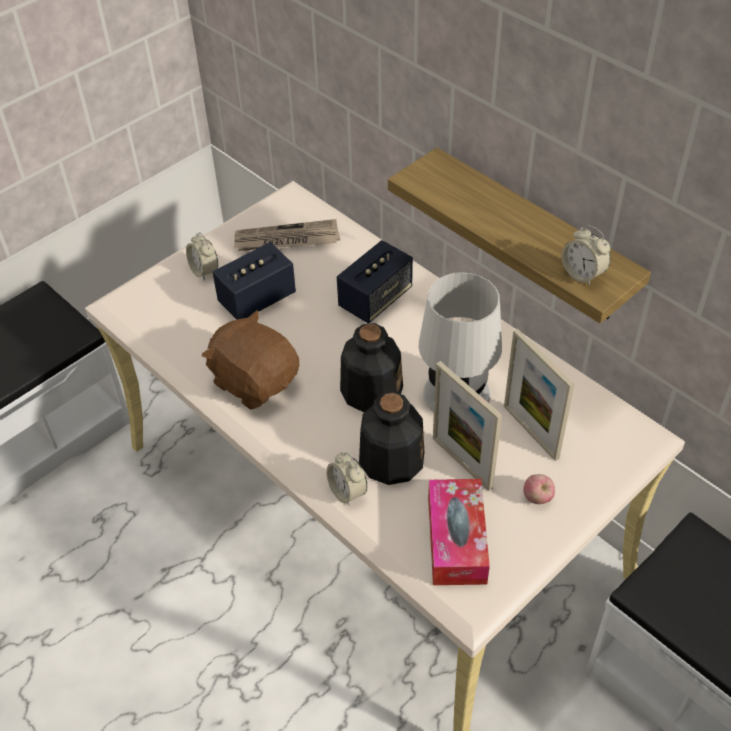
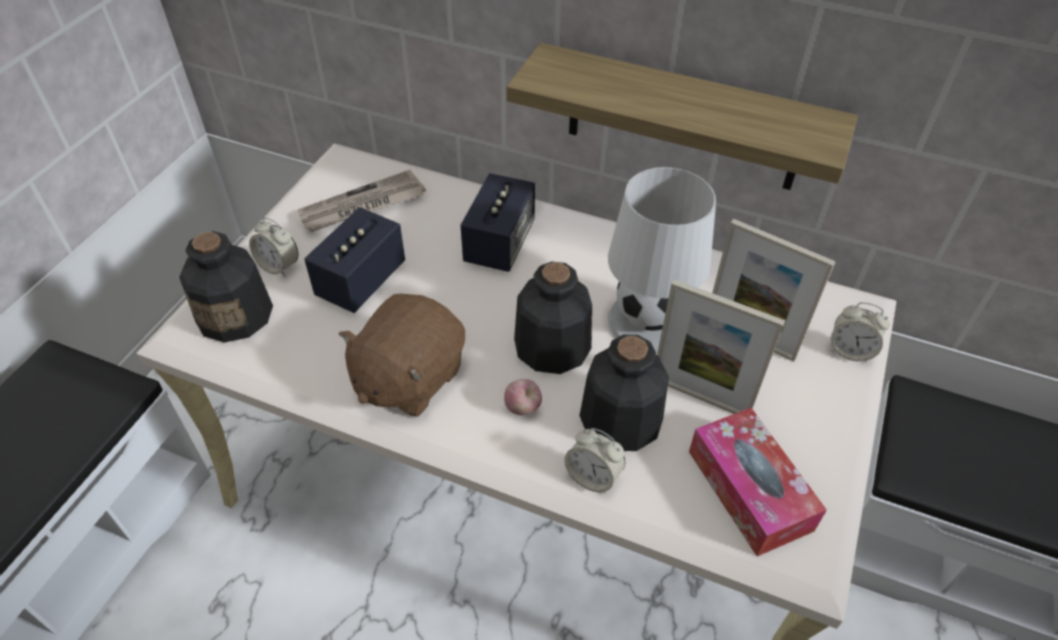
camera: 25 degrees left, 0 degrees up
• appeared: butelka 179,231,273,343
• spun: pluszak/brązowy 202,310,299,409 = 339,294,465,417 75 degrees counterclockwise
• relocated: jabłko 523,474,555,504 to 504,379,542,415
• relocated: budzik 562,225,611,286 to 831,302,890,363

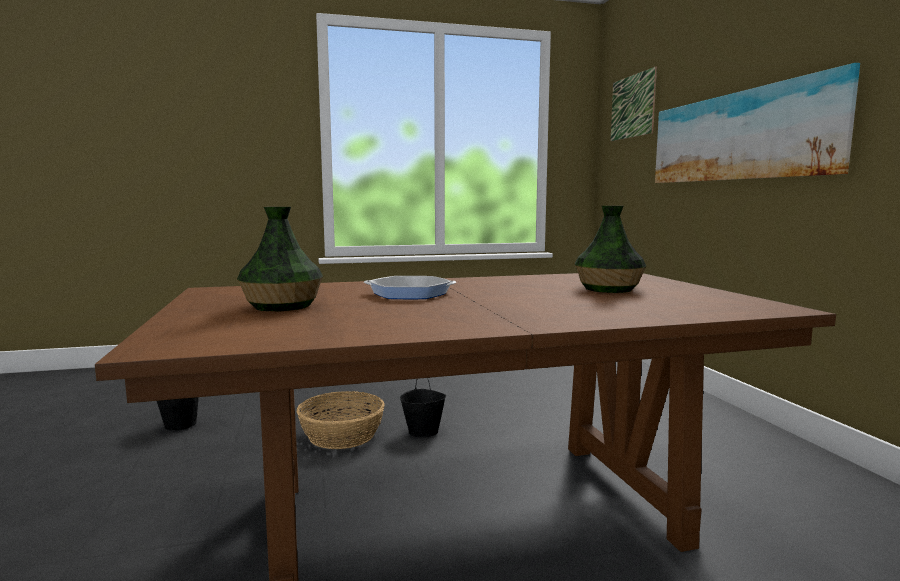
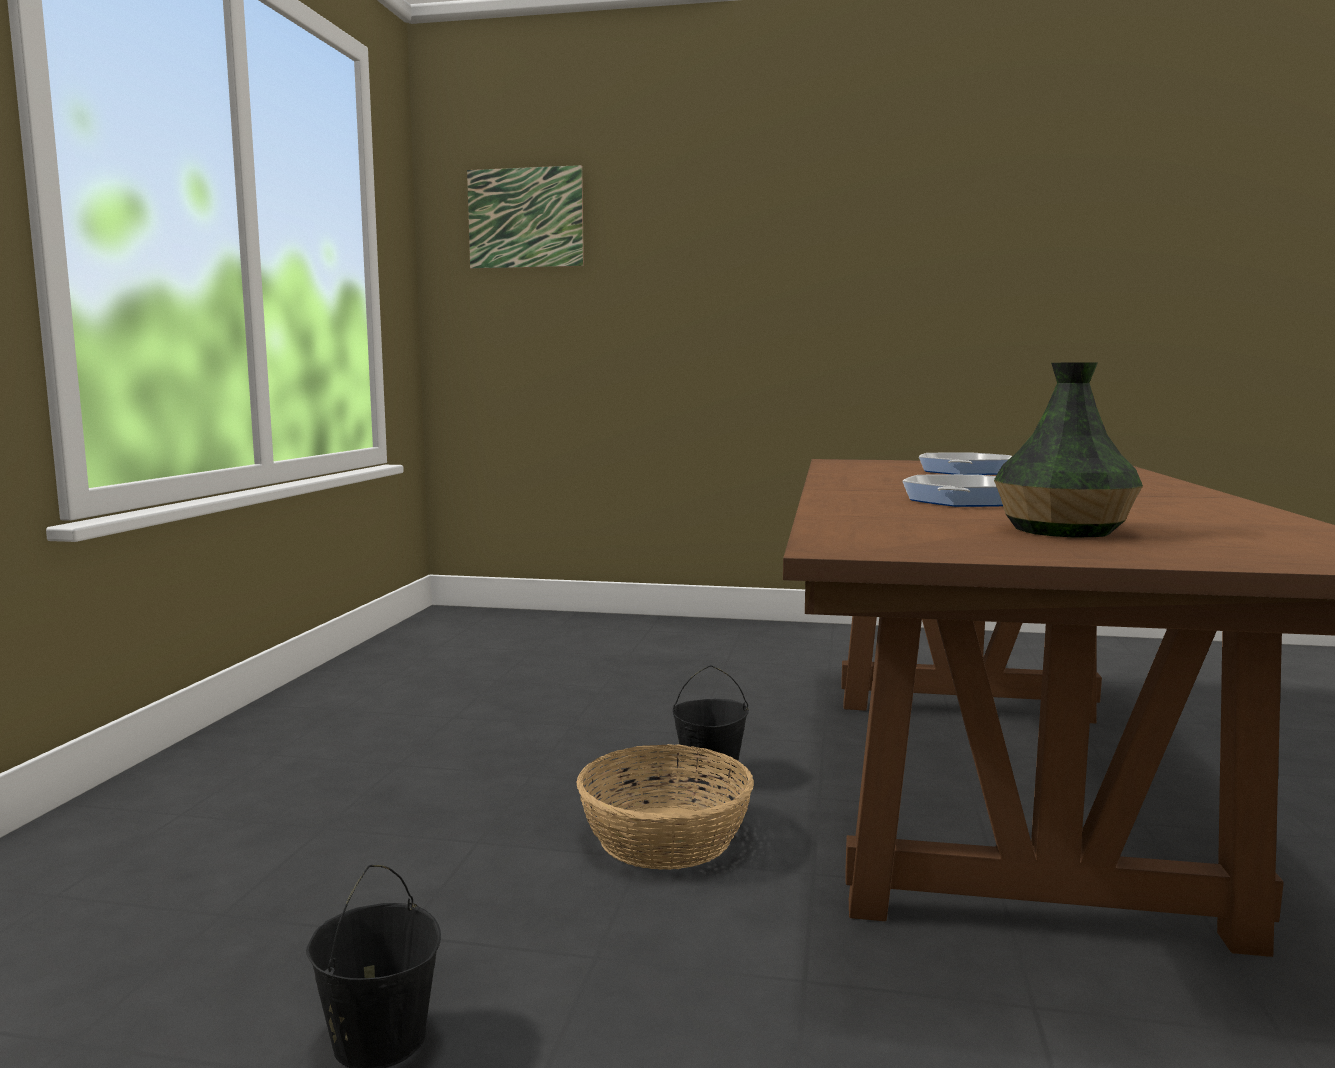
camera: 65 degrees left, 0 degrees up
• exchanged: wazon 575,206,646,293 to patelnia 919,452,1012,475
• missing: obraz 655,63,860,183

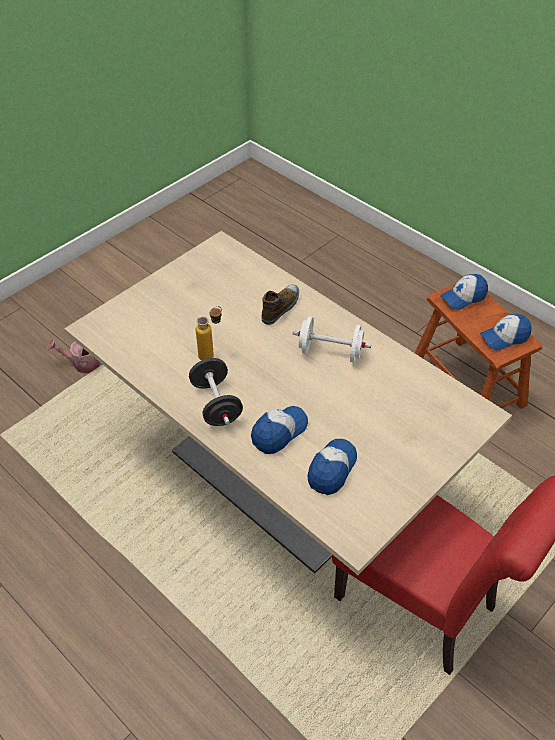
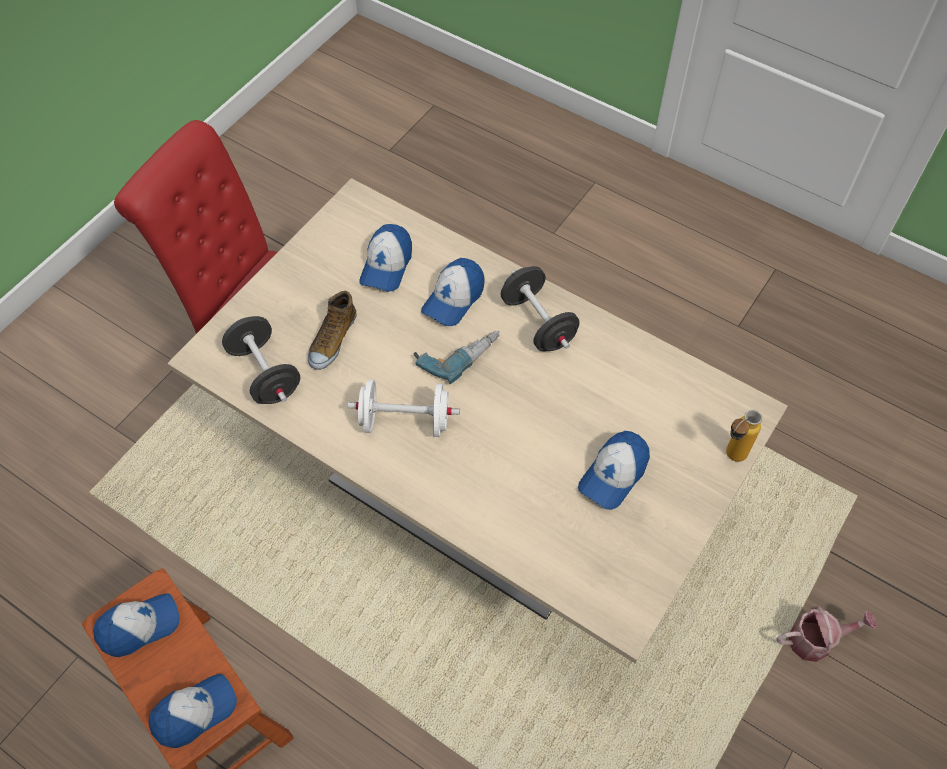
camera: 170 degrees right, 10 degrees up
• appeared: hantel/czarny 222,316,300,404
• relocated: but 261,284,299,325 to 308,291,357,370
• appeared: wiertarka 414,331,500,384
• appeared: czapka z daszkiem 578,431,650,510
• relocated: butelka 196,306,222,361 to 726,409,762,462

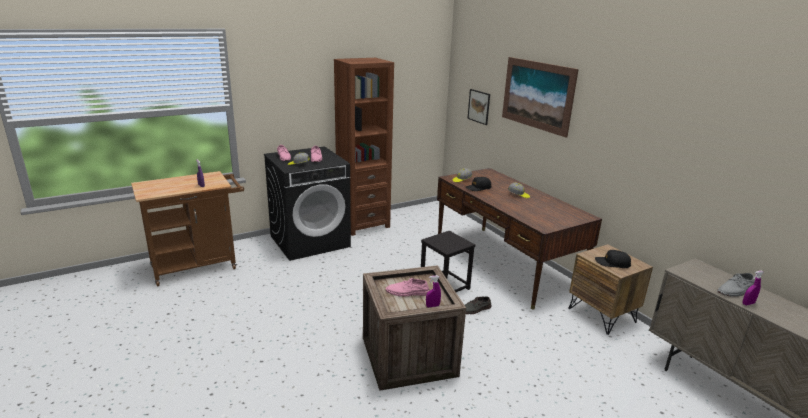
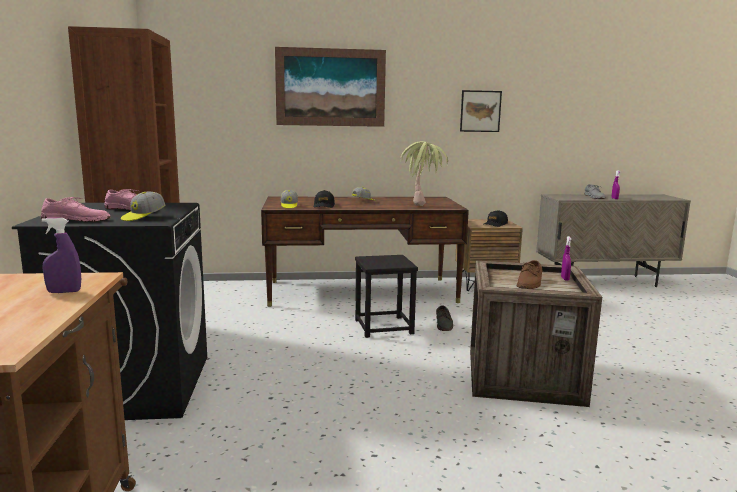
camera: 65 degrees left, 10 degrees down
• appeared: roślina doniczkowa 400,141,448,206
• relocated: obraz 467,89,490,125 to 460,90,502,132
• colour: but/różowy 386,278,430,297 to but/brązowy 517,260,542,289

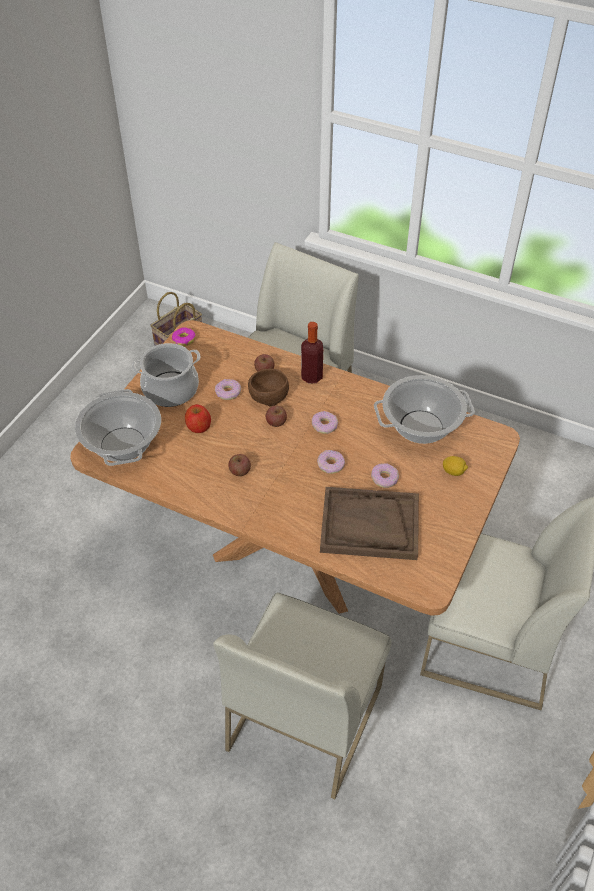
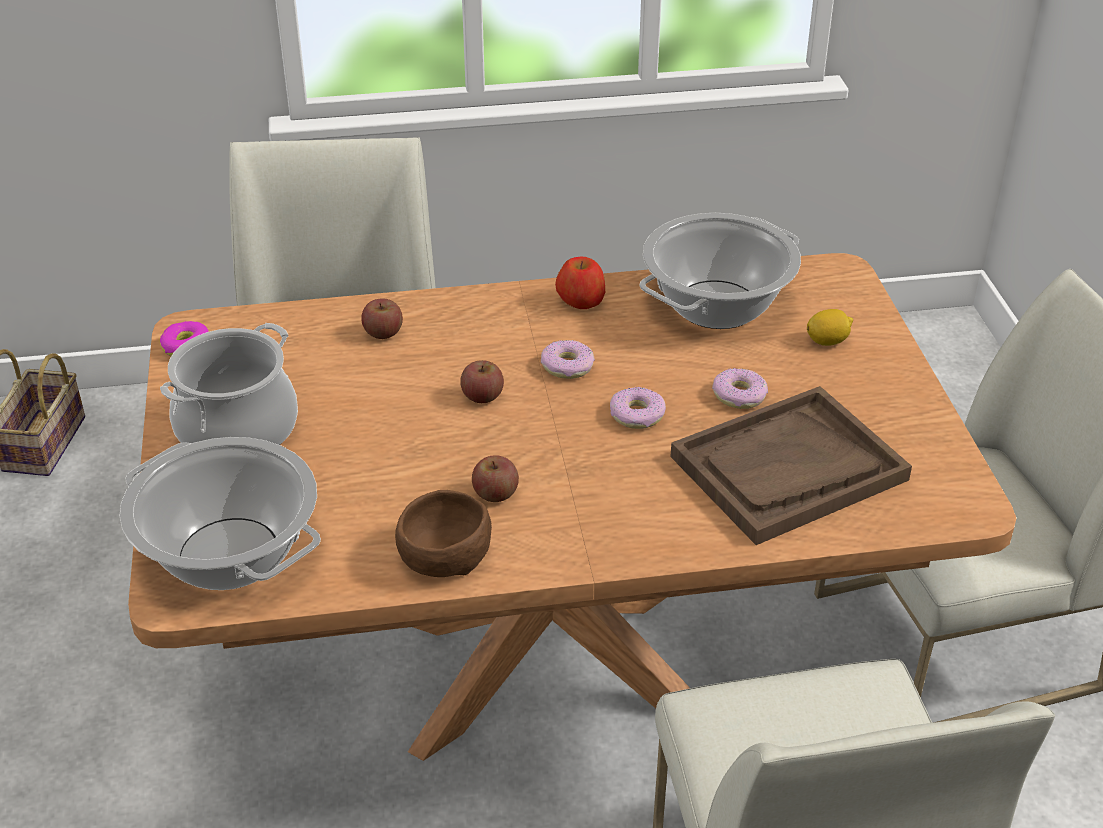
camera: 35 degrees left, 10 degrees down
• relocated: miska/brązowy 248,369,289,406 to 395,490,492,577
• relocated: jabłko 185,404,211,433 to 555,257,605,309
• missing: donut 215,379,241,400
• missing: butelka 301,322,323,384

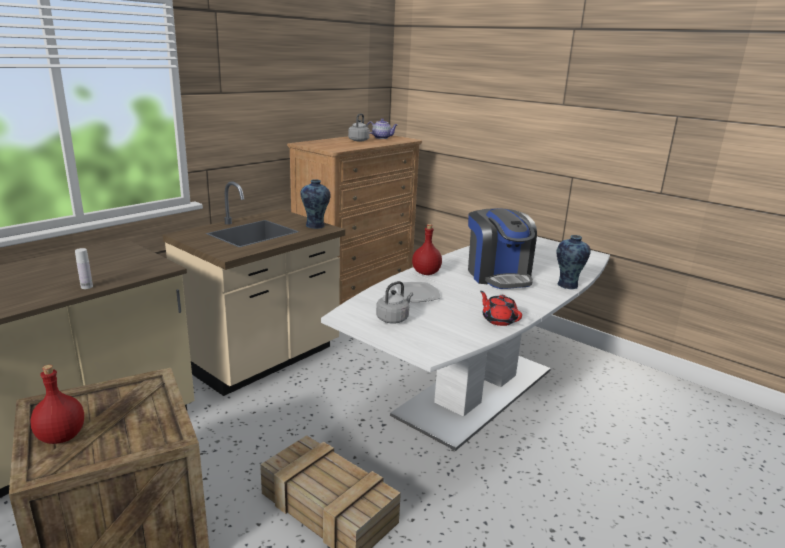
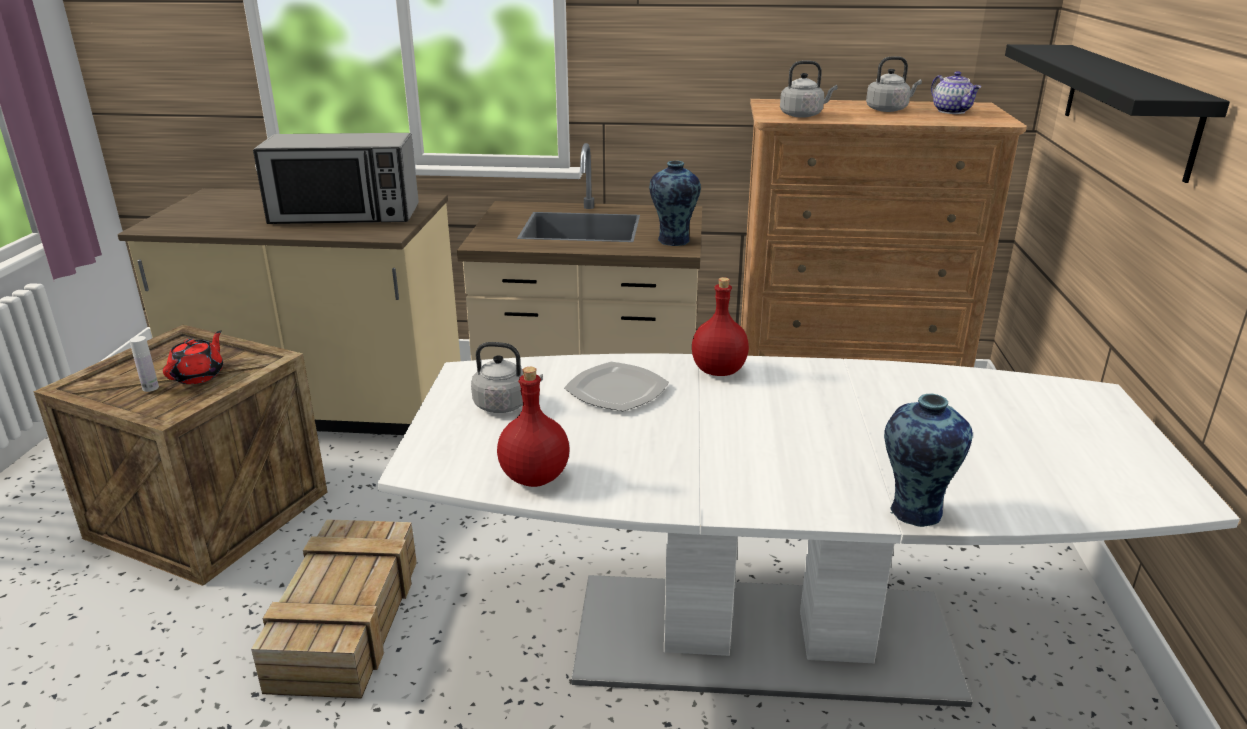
camera: 55 degrees right, 5 degrees up
• relocated: butelka/biały 75,248,93,289 to 130,336,159,392
• relocated: imbryk/czerwony 480,291,522,326 to 163,330,223,384
• appeared: mikrofalówka 253,133,419,224
• relocated: butelka/czerwony 30,365,84,444 to 497,367,569,487
• appeared: czajnik/szary 780,60,838,118
• appeared: półka/czarny 1005,44,1230,183
• missing: ekspres do kawy 468,208,537,289

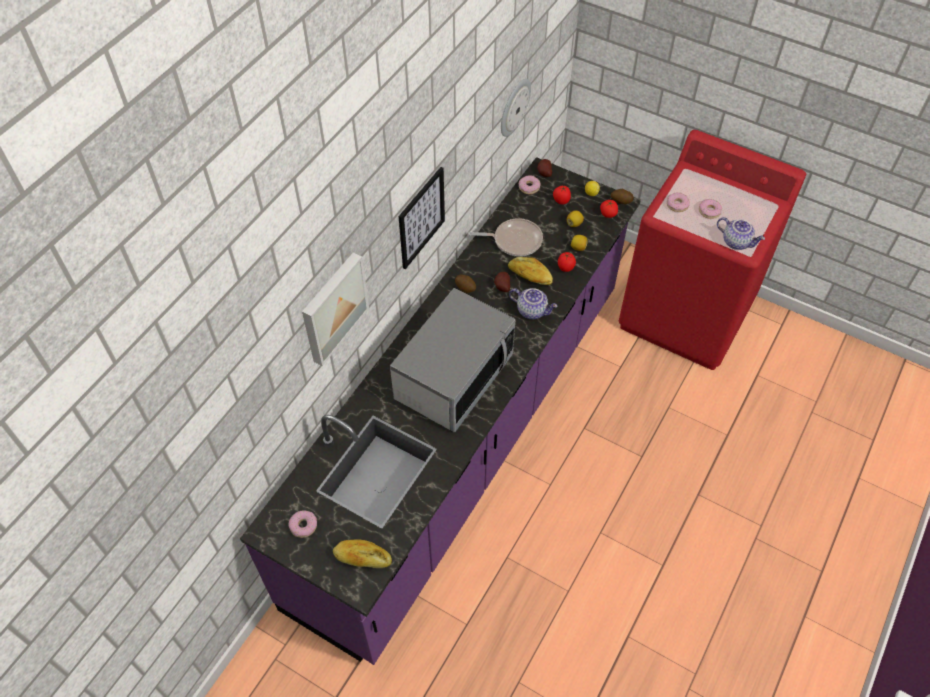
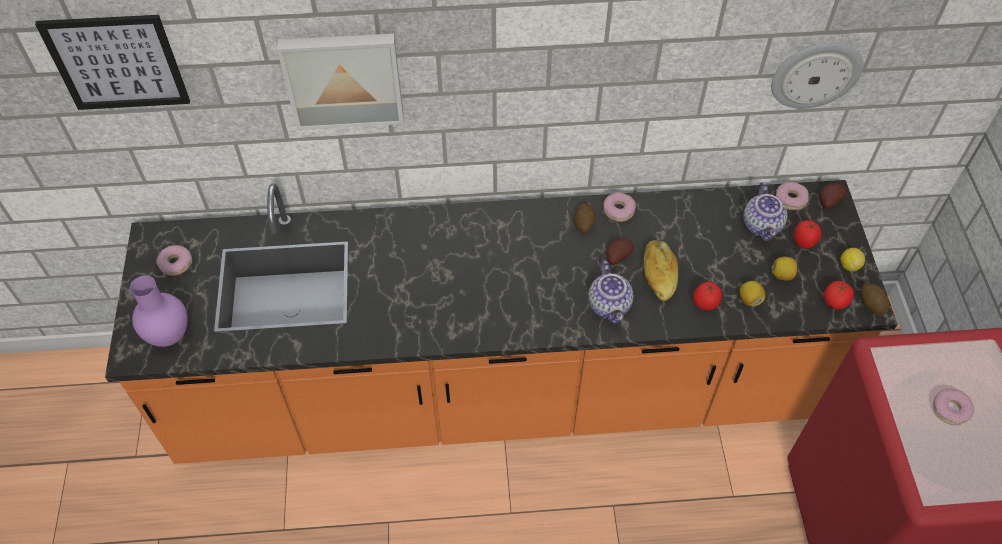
camera: 55 degrees right, 0 degrees up
• relocated: obraz 399,167,445,269 to 35,15,190,110
• colour: zabudowa kuchenna/fioletowy 240,157,641,665 to zabudowa kuchenna/pomarańczowy 105,180,898,464
• exchanged: chleb 333,540,392,568 to wazon/fioletowy 130,276,188,347
• relocated: donut 667,193,690,212 to 604,192,636,222
• relocated: imbryk 717,217,765,250 to 743,182,787,241
• missing: mikrofalówka 390,288,515,432
• missing: patelnia 468,218,543,257

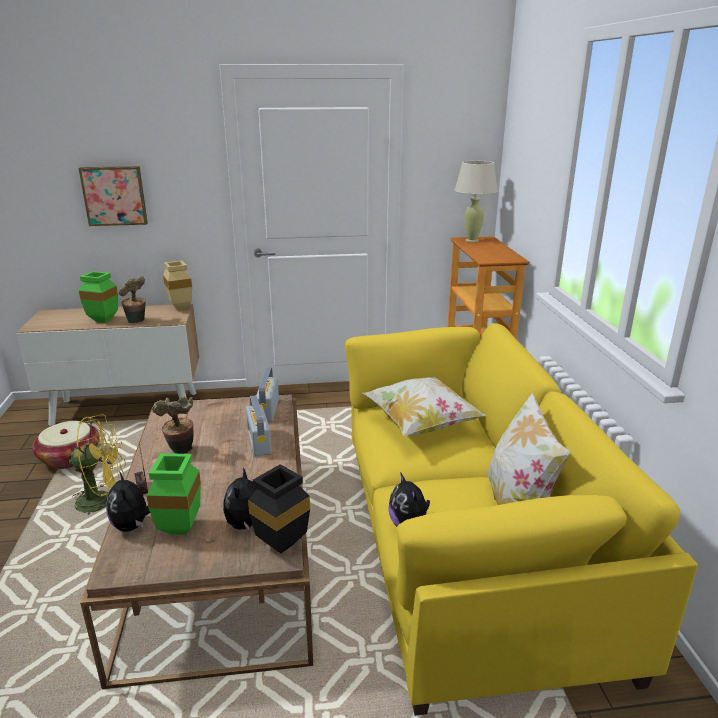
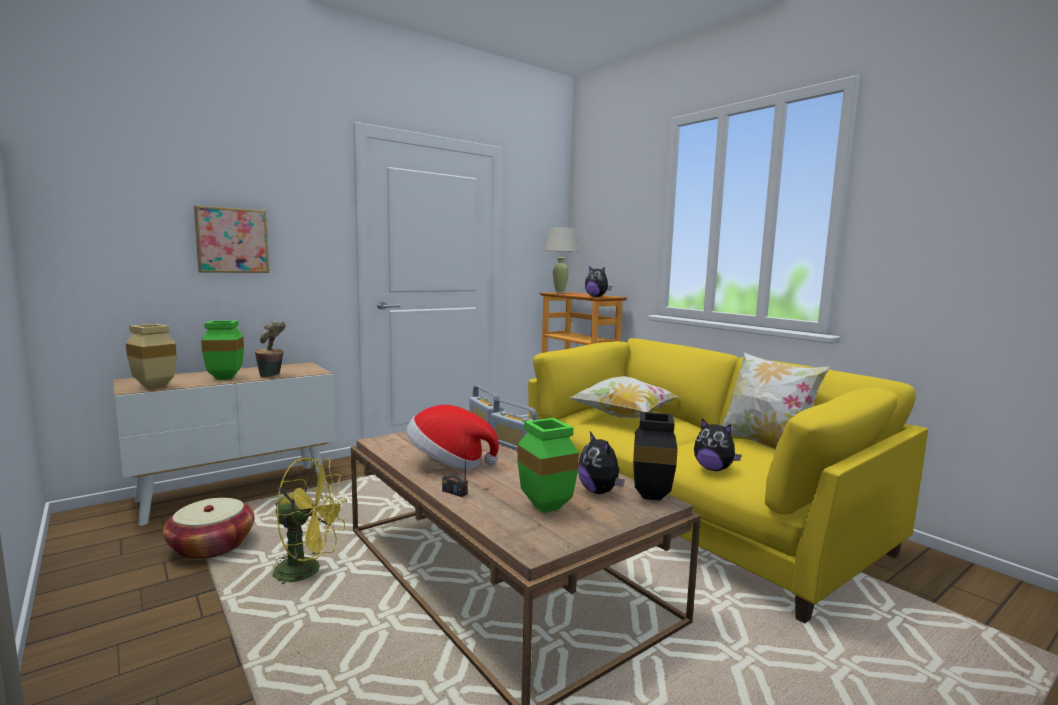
camera: 30 degrees left, 15 degrees down
• relocated: wazon/beżowy 163,260,192,310 to 126,324,177,389
• spun: wentylator/żółty 68,414,126,515 = 273,458,347,584 45 degrees clockwise
• exchanged: roślina doniczkowa 152,396,194,454 to kapelusz 407,405,499,470
• relocated: pluszak 106,471,150,532 to 585,266,612,297

